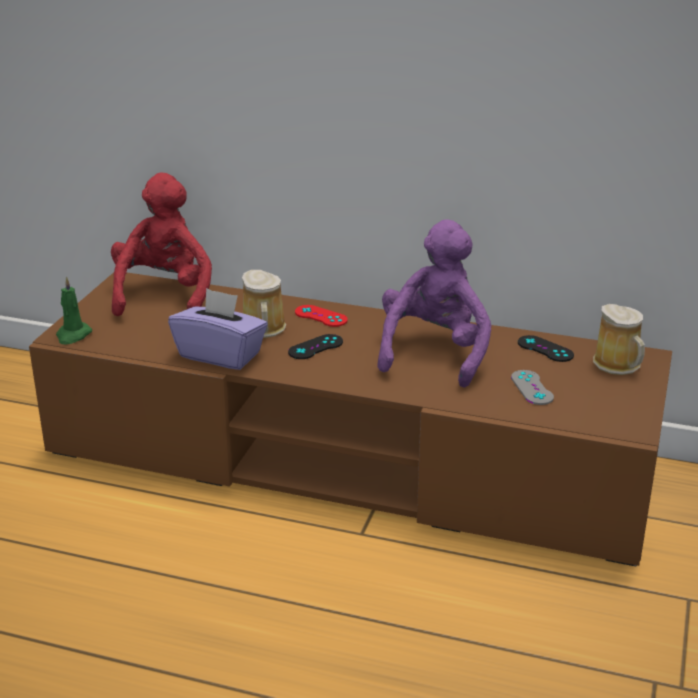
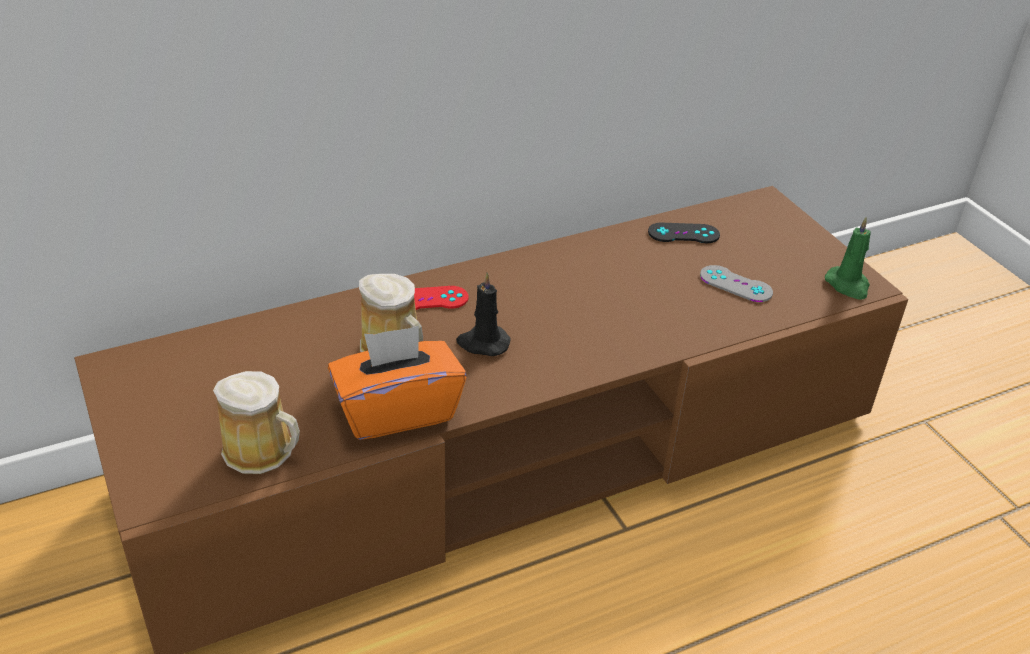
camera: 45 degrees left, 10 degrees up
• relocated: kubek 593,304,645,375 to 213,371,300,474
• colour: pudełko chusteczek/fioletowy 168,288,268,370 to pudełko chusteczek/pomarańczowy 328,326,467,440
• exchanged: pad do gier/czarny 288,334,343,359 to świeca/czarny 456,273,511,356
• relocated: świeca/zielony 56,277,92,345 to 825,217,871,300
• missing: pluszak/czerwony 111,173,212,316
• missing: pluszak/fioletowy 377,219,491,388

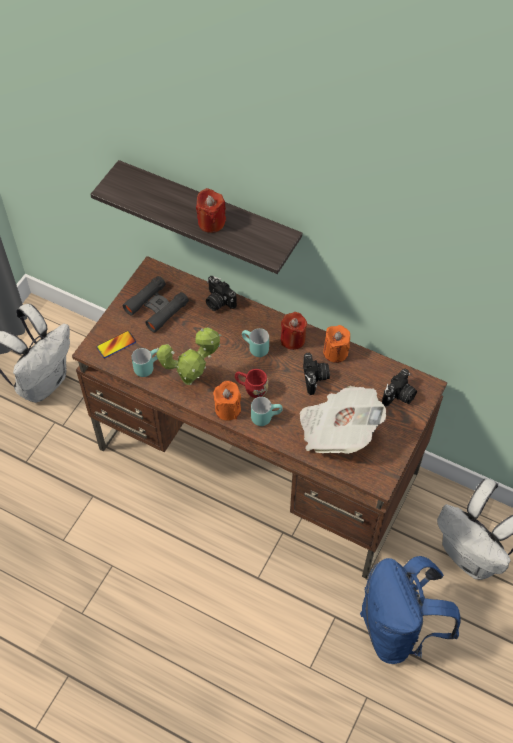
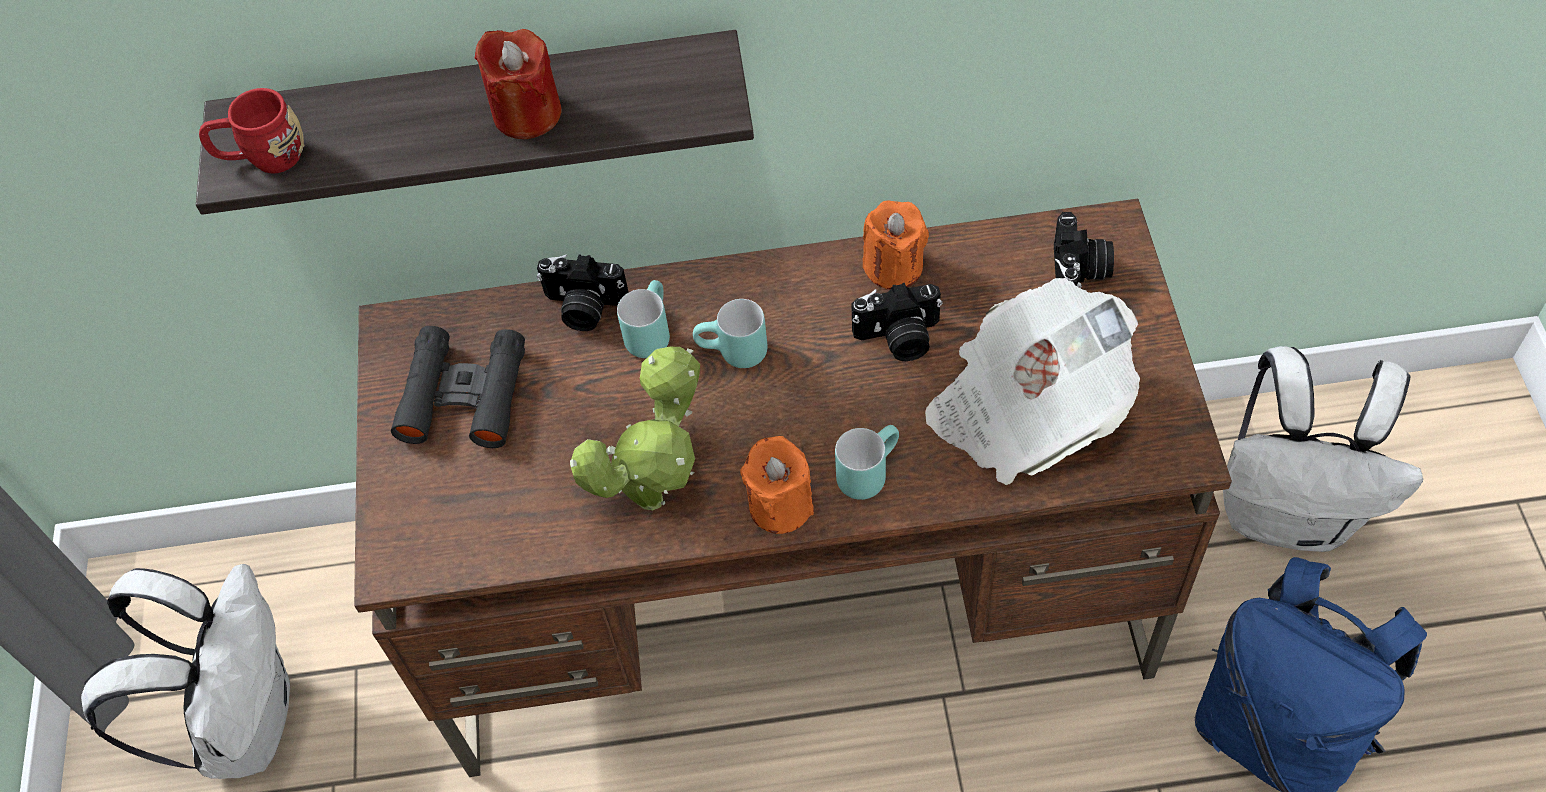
camera: 30 degrees left, 0 degrees up
• relocated: kubek/czerwony 235,369,268,398 to 199,88,304,173
• relocated: kubek/turkusowy 132,348,158,377 to 617,280,670,358
• spun: aparat fotograficzny 303,353,330,395 = 851,283,943,361 120 degrees clockwise
• missing: telefon 97,331,136,358
• missing: świeca/czerwony 281,312,307,350

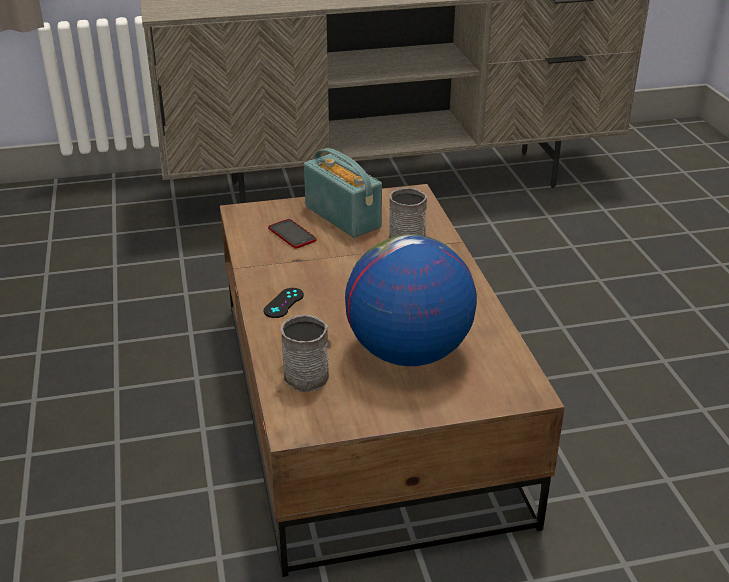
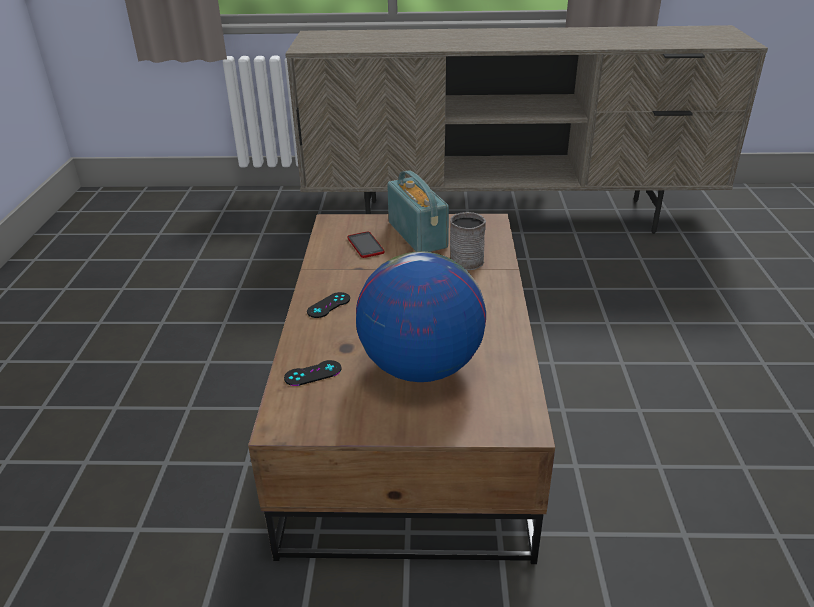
camera: 15 degrees right, 0 degrees up
• exchanged: kubek/szary 280,315,329,392 to pad do gier/czarny 284,360,341,386

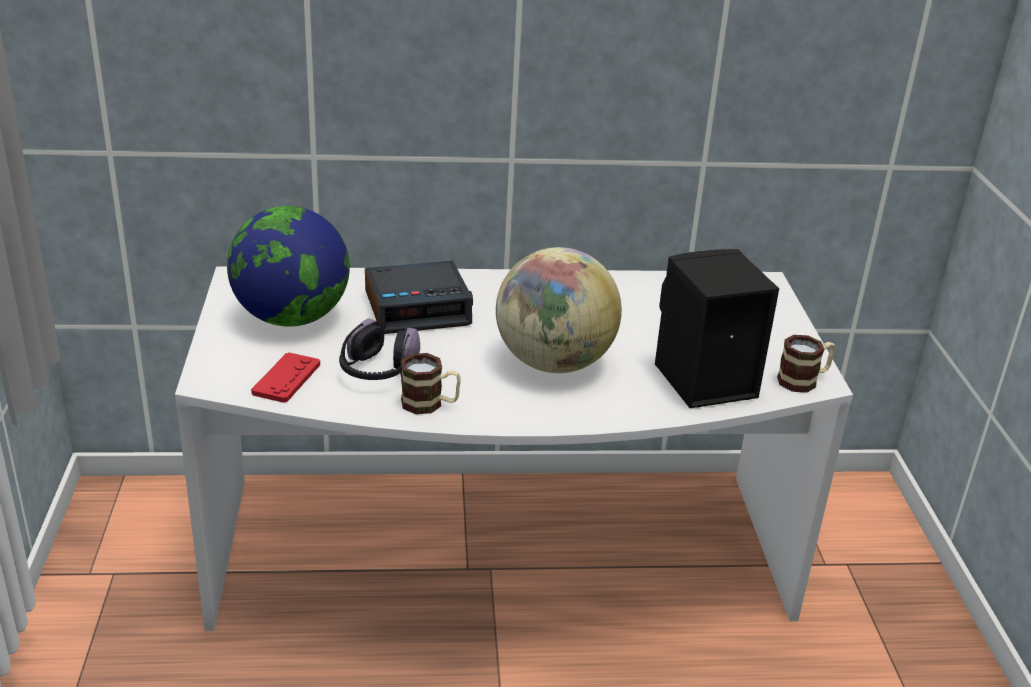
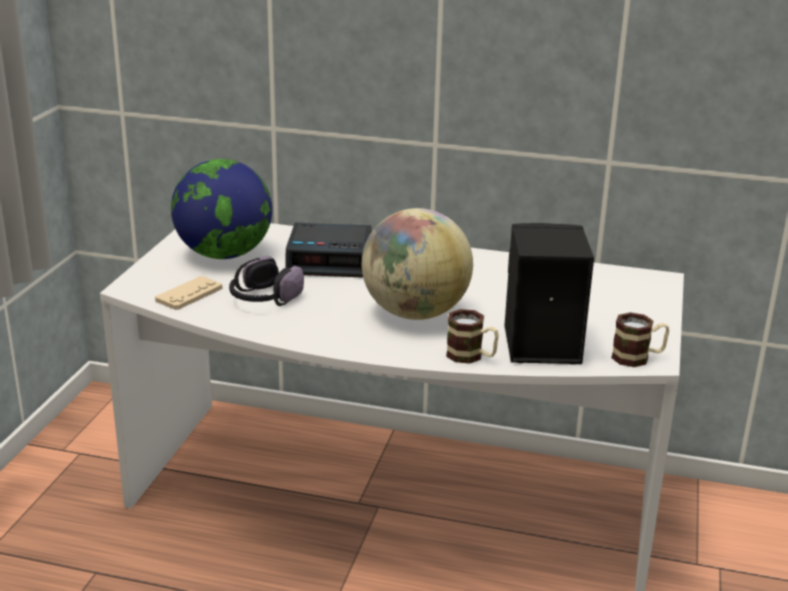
camera: 20 degrees right, 5 degrees down
• colour: pad do gier/czerwony 251,352,320,403 to pad do gier/beżowy 155,276,222,310
• relocated: kubek 401,353,461,414 to 446,309,499,364

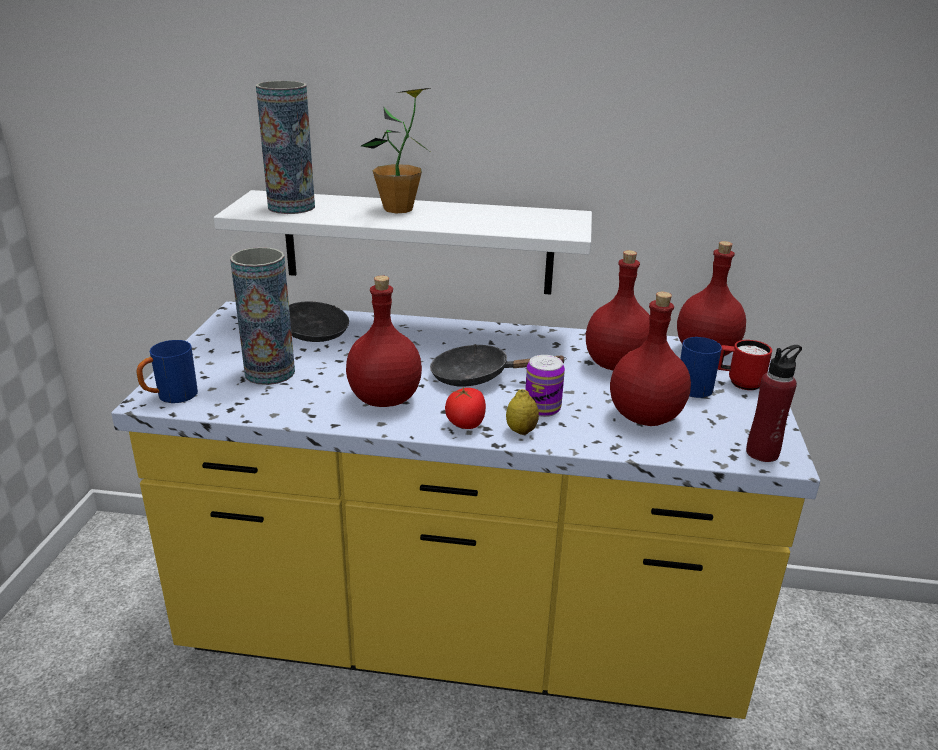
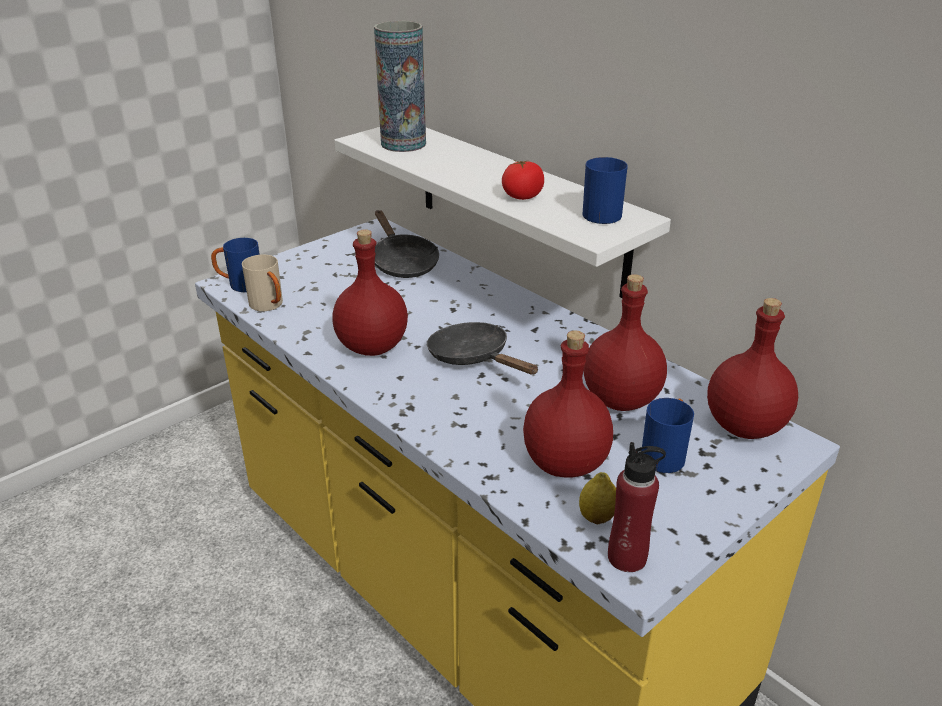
camera: 40 degrees right, 5 degrees up
• appeared: kubek/beżowy 242,255,283,311
• relocated: pomidor 445,387,486,429 to 502,160,544,200
• relocated: cytryna 506,389,539,435 to 579,472,616,524
• appeared: kubek/niebieski 582,157,628,224
• missing: wazon 230,247,295,385
• missing: roślina doniczkowa 361,88,431,213
• missing: puszka 525,355,565,417
• missing: kubek/czerwony 718,340,772,390

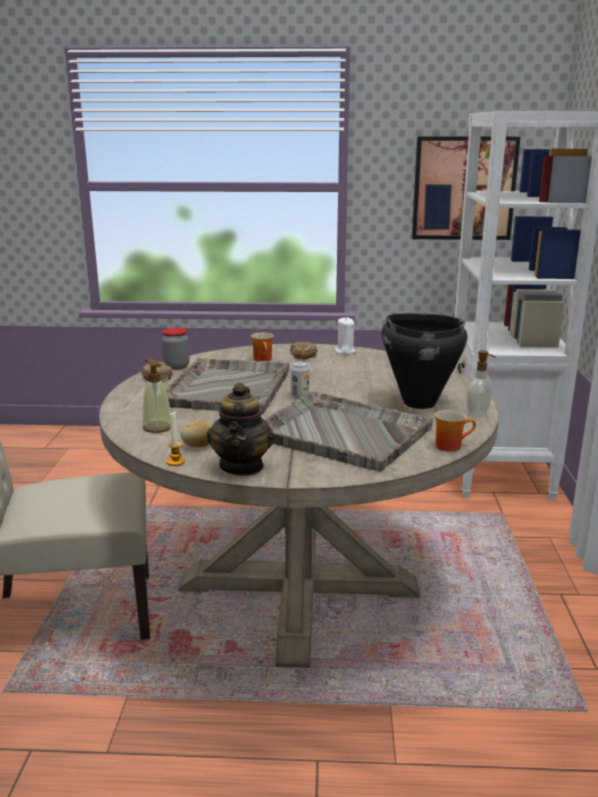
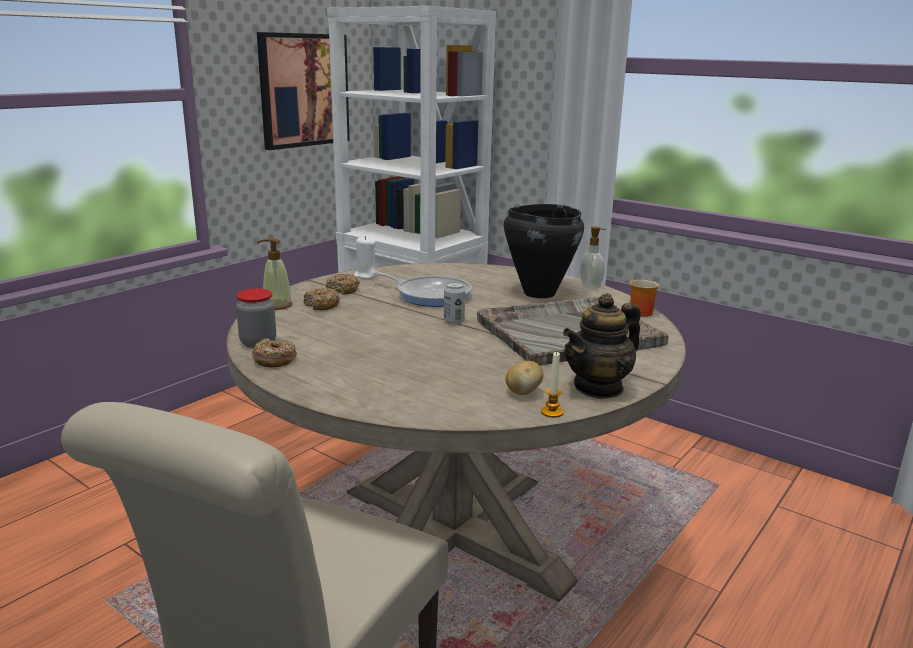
camera: 55 degrees left, 0 degrees up
• relocated: dozownik mydła 143,359,171,433 to 257,238,292,310
• exchanged: kubek 251,333,274,361 to donut 304,288,340,310
• appeared: patelnia 373,271,472,307
• spun: imbryk 207,382,275,476 = 563,293,641,399 105 degrees clockwise
• missing: taca/szary 166,358,289,414

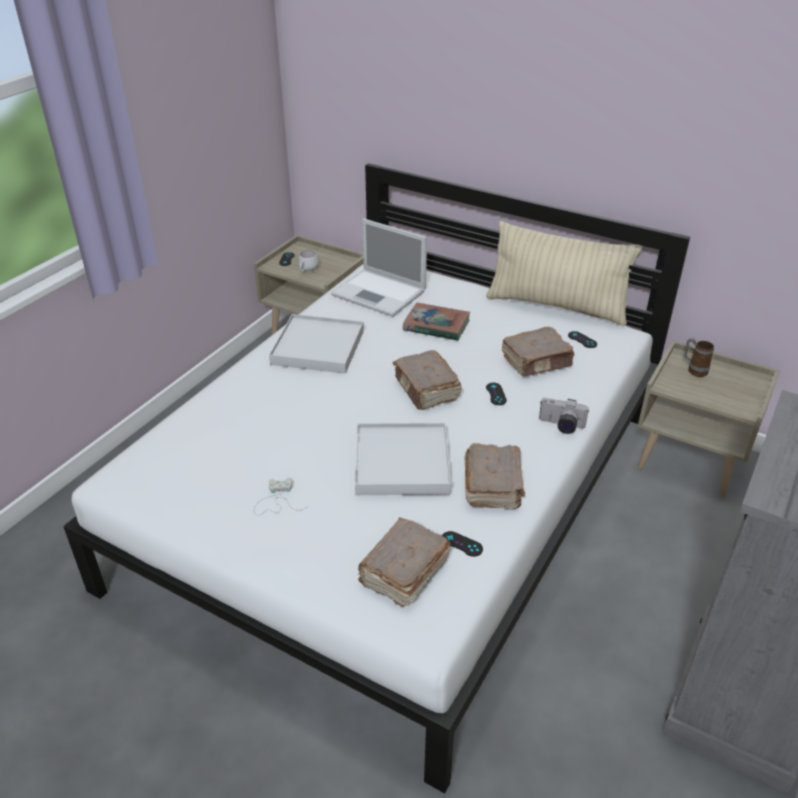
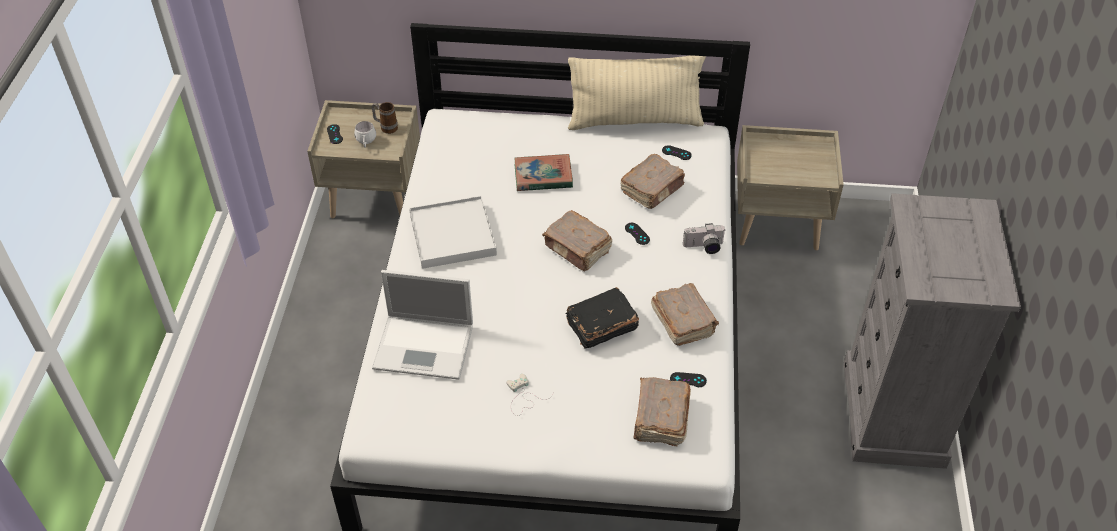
camera: 25 degrees left, 10 degrees up
• relocated: kubek 684,338,714,377 to 371,102,398,134
• relocated: laptop 331,219,427,317 to 372,270,473,380
• exchanged: taca/biały 355,423,451,495 to książka/czarny 565,287,639,349

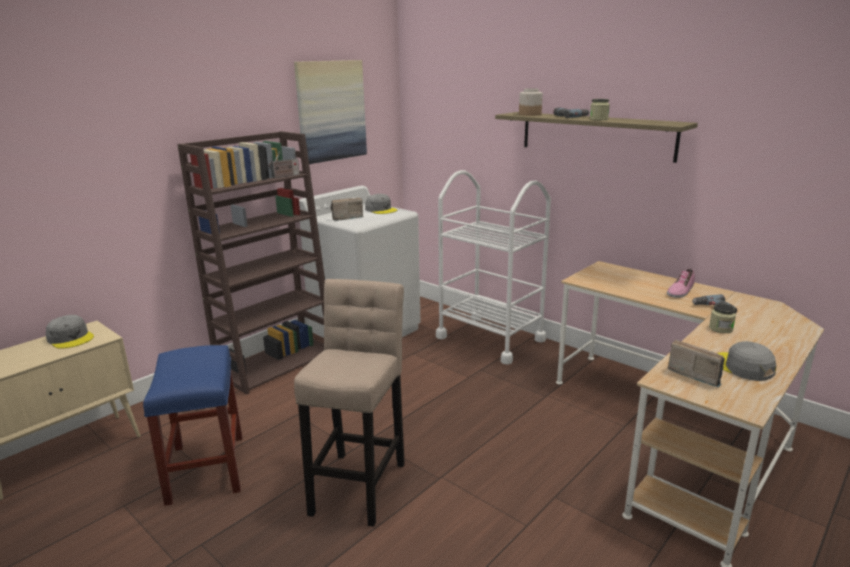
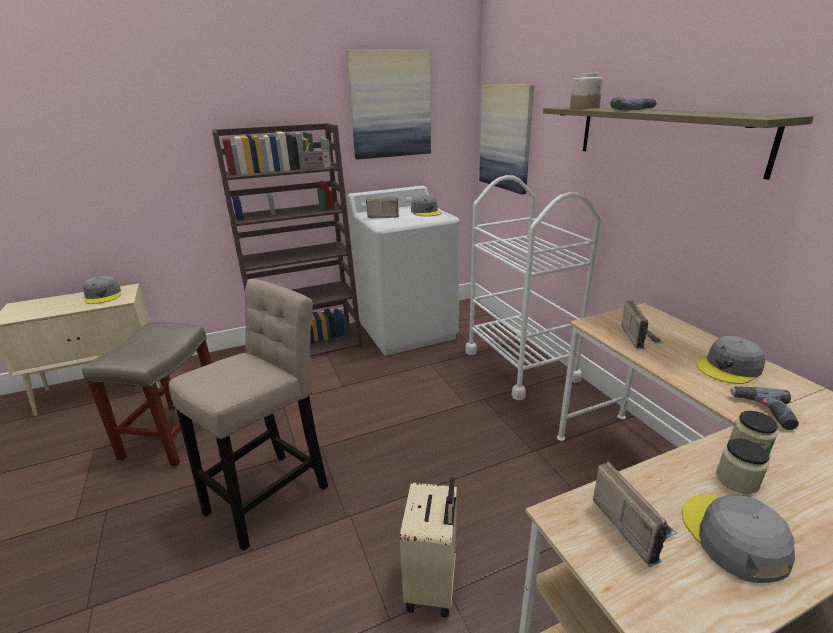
camera: 25 degrees right, 5 degrees up
• colour: stołek/niebieski 143,345,242,506 to stołek/beżowy 82,322,212,467
• appeared: walizka/beżowy 400,477,457,618
• appeared: obraz 479,84,534,194
• appeared: radio 621,300,664,349
• exchanged: but 667,269,695,298 to czapka z daszkiem/szary 697,336,765,384
• relocated: słoik 590,99,610,120 to 716,438,770,494

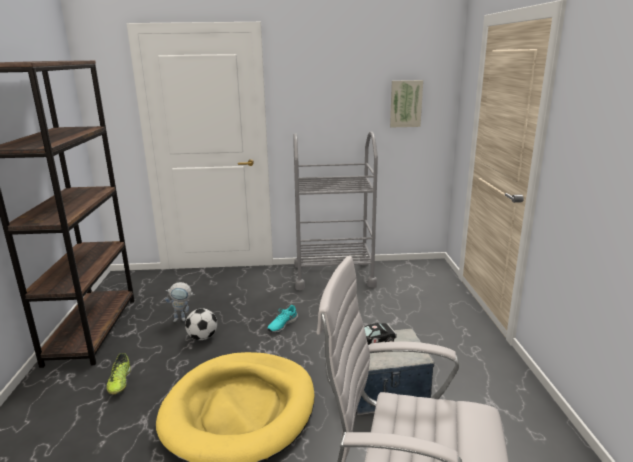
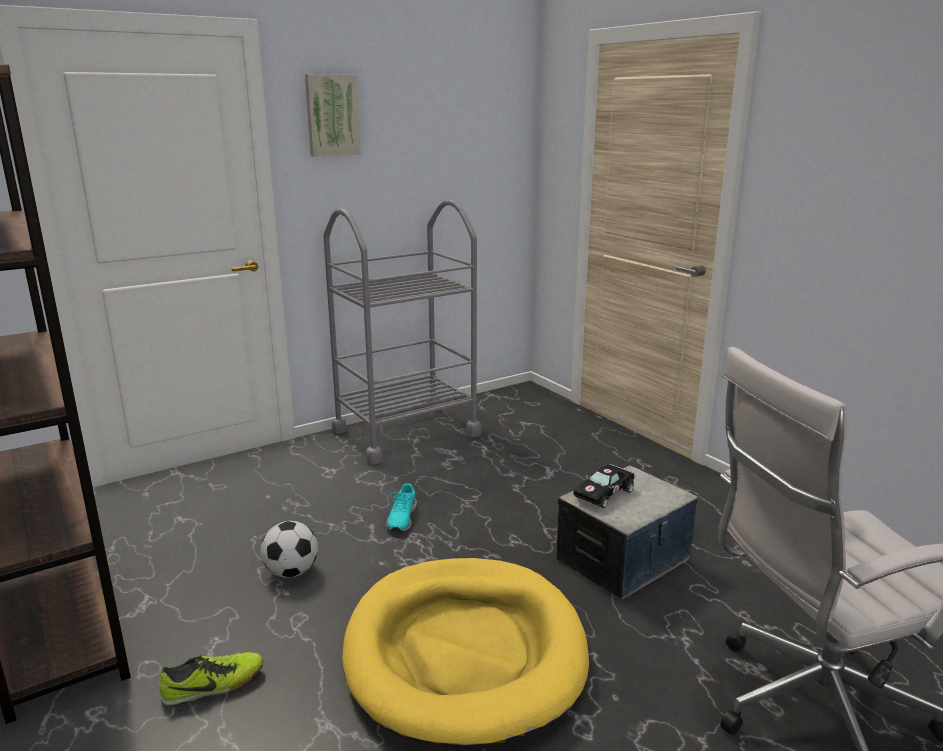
camera: 30 degrees left, 0 degrees up
• spun: but 107,353,131,395 = 159,652,263,707 75 degrees counterclockwise
• relocated: obraz 390,80,423,127 to 305,74,361,157
• missing: robot zabawkowy 165,282,195,322

